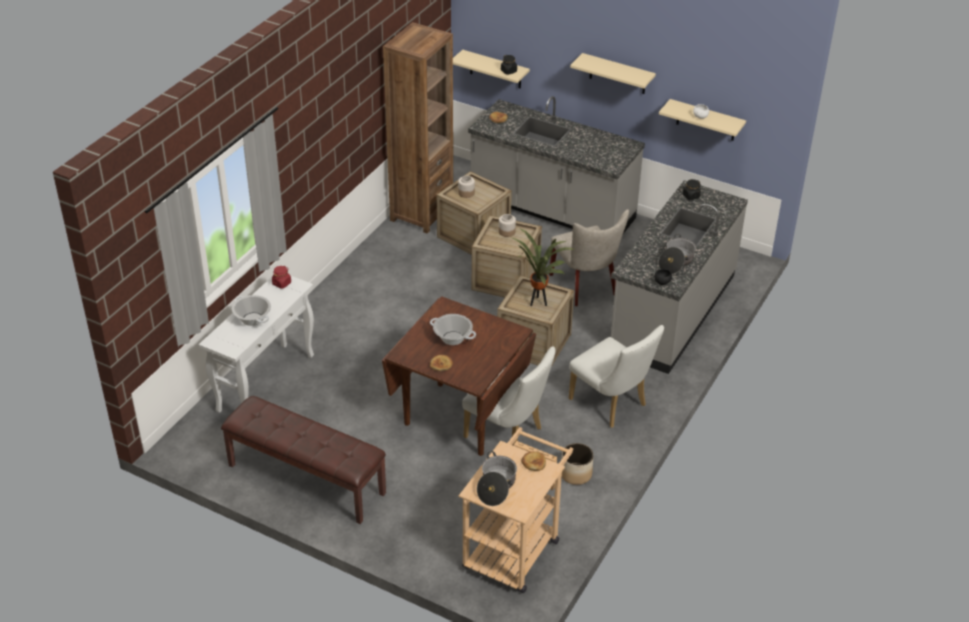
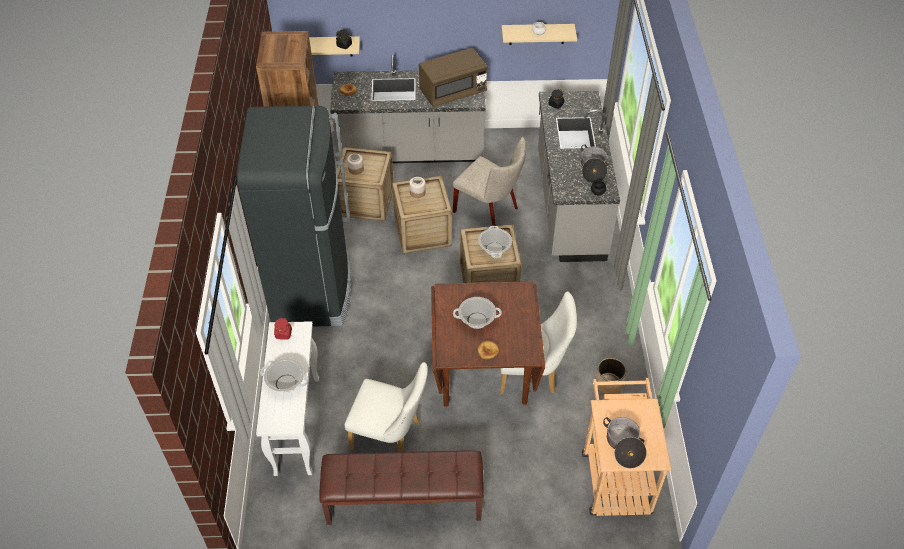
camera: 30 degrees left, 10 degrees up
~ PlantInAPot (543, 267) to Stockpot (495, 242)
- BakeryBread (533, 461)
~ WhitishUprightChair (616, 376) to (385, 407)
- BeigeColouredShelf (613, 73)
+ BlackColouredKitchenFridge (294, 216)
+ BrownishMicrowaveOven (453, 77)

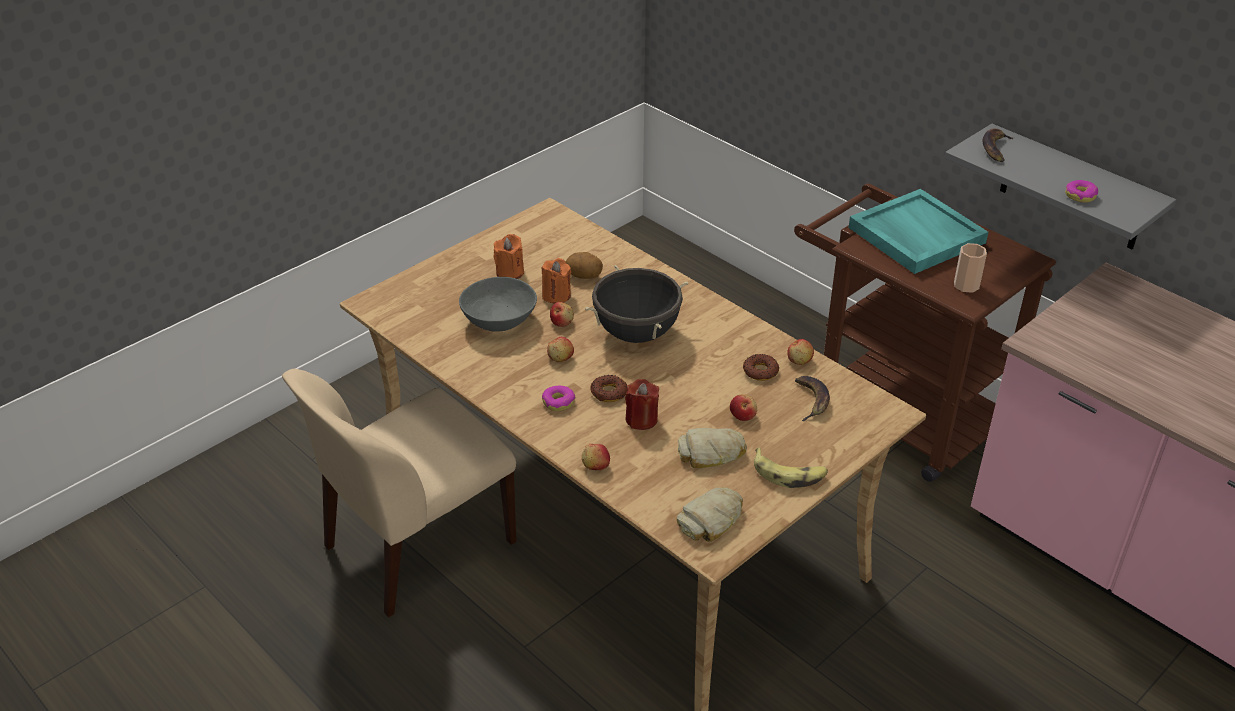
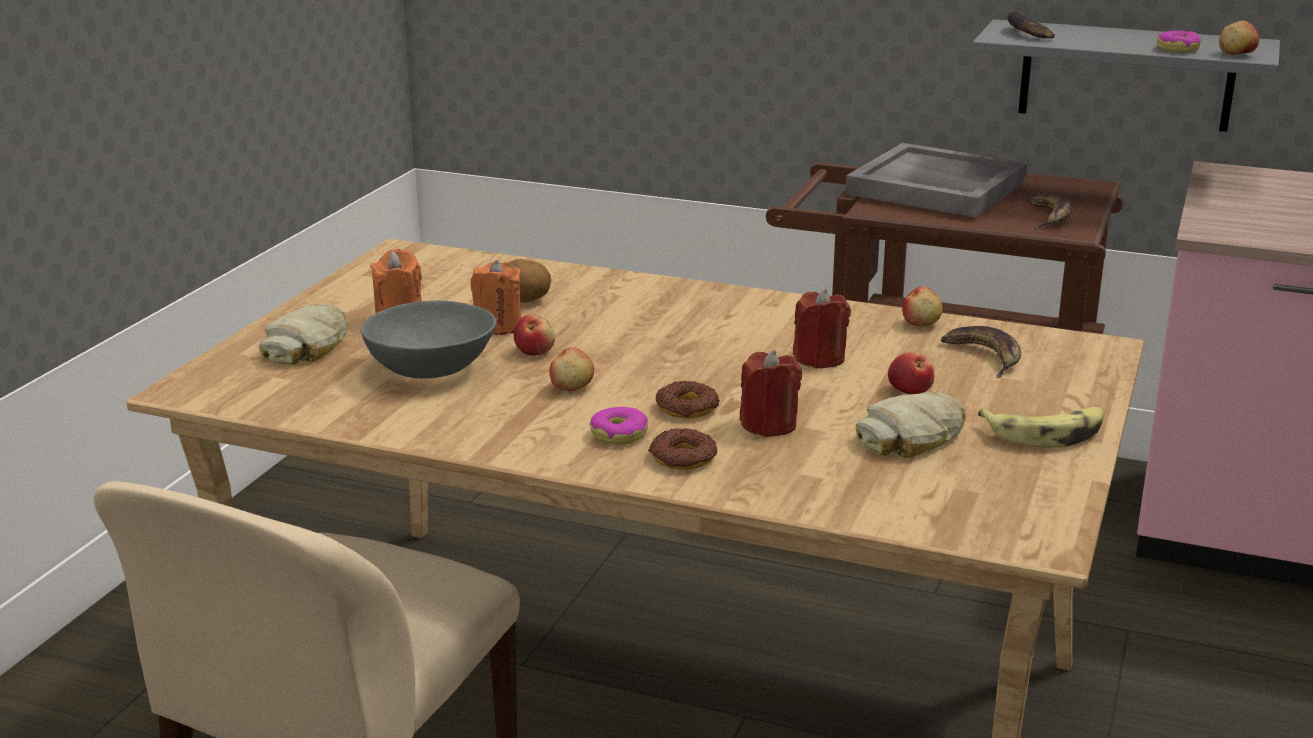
camera: 25 degrees left, 15 degrees down
~ WholeApple (596, 457) to (1239, 37)
- BlackColouredStockpot (637, 304)
~ BakeryBread (710, 514) to (303, 334)
~ RingDoughnut (761, 367) to (682, 449)
~ TurquoiseCarryingTray (918, 231) to GreyishCarryingTray (936, 180)
~ Cup (970, 268) to Banana (1050, 211)
+ RedColouredWaxLight (822, 328)

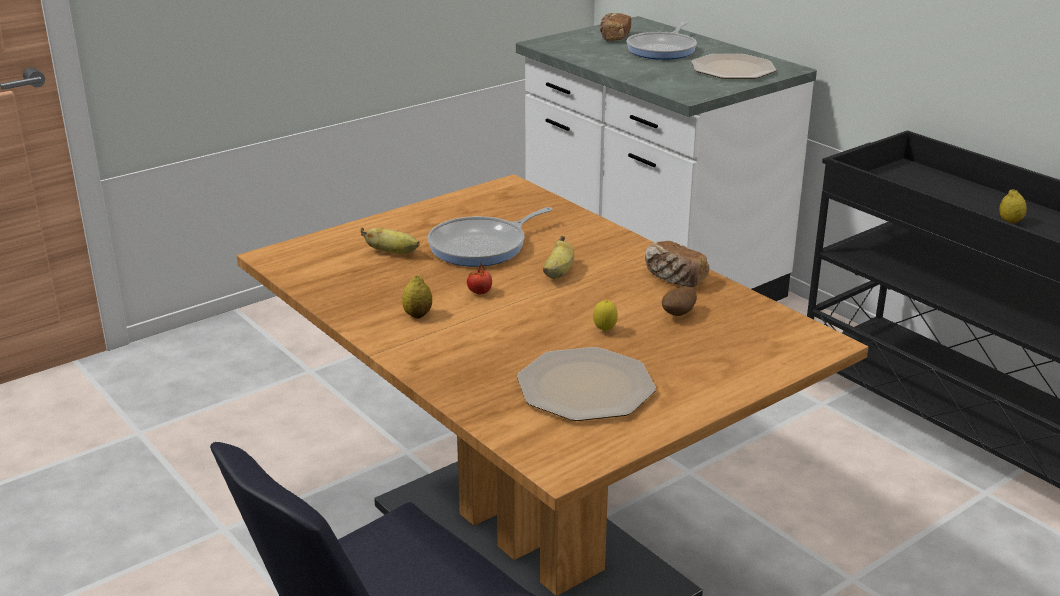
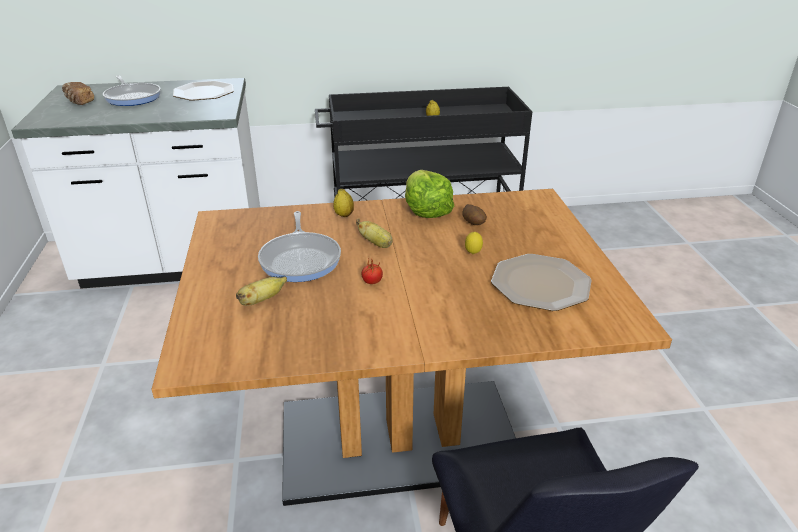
camera: 60 degrees left, 5 degrees up
~ CitrusFruit (417, 297) to (344, 203)
~ BakeryBread (677, 264) to HeadOfLettuce (429, 194)

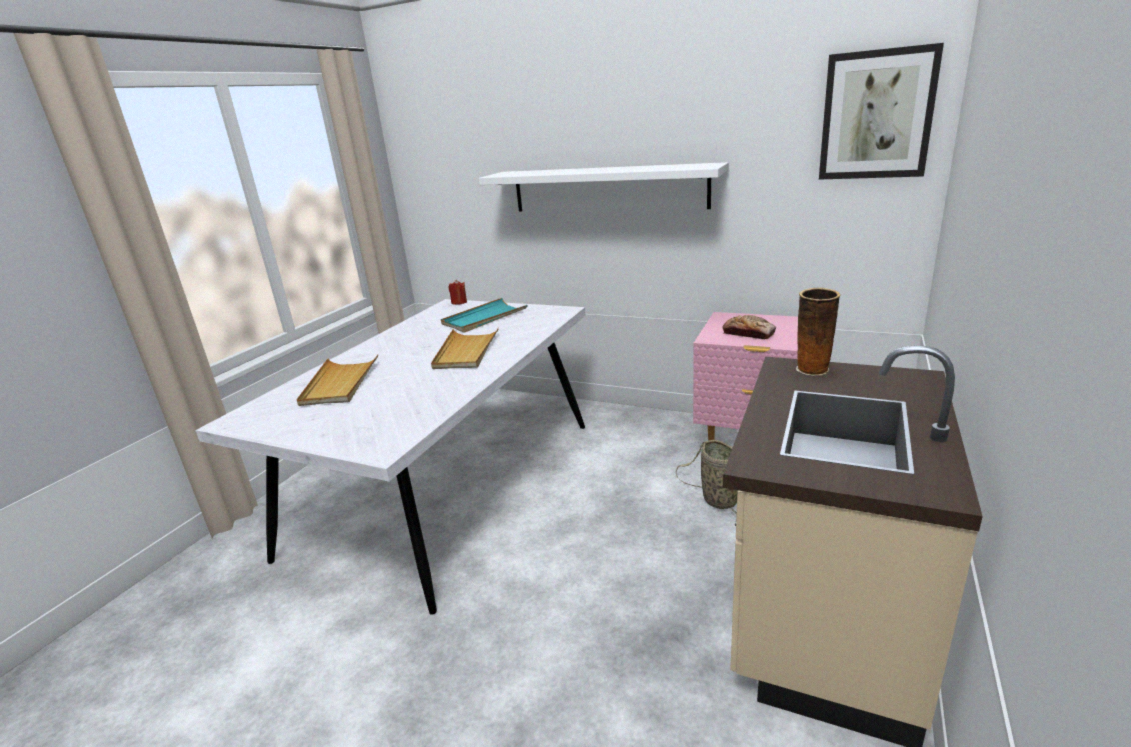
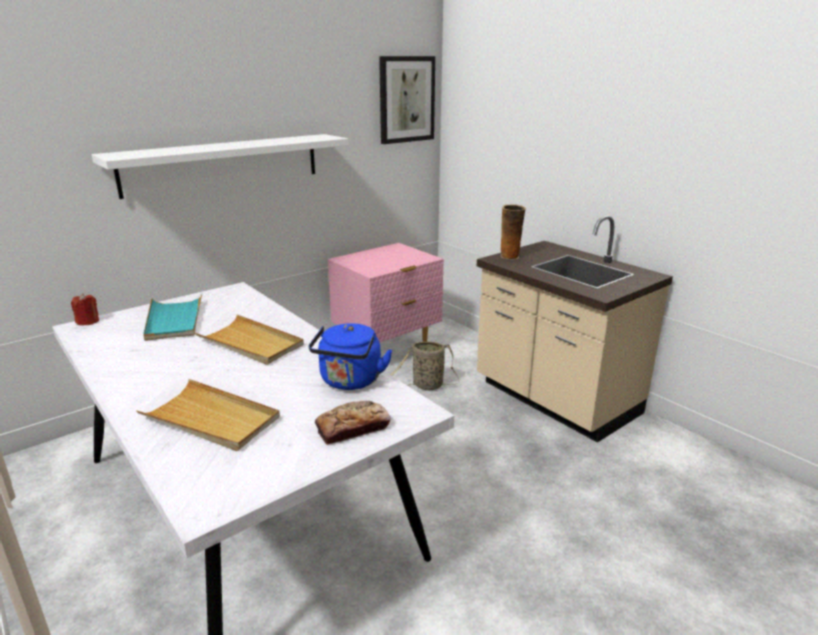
camera: 65 degrees left, 0 degrees up
~ BakeryBread (749, 327) to (353, 423)
+ BlueColouredTeaKettle (351, 356)

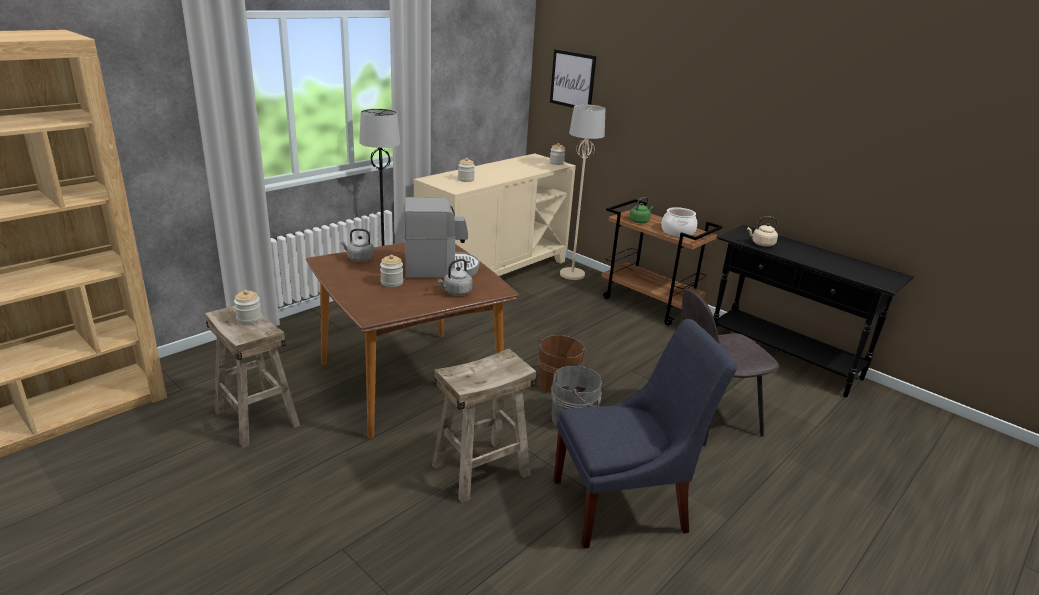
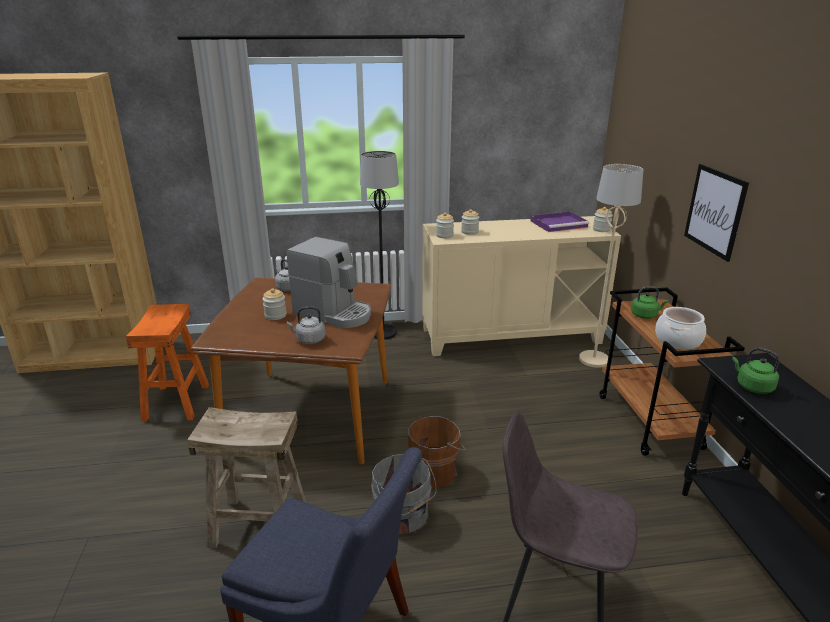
camera: 40 degrees right, 0 degrees up
~ BeigeColouredStoolSeat (252, 376) to OrangeyStoolSeat (167, 363)
~ PreserveJar (248, 307) to (445, 225)
~ Picture (573, 78) to (716, 213)
~ BeigeColouredTeaKettle (762, 231) to GreenTeaKettle (756, 371)
+ PurpleColouredCarryingTray (559, 221)

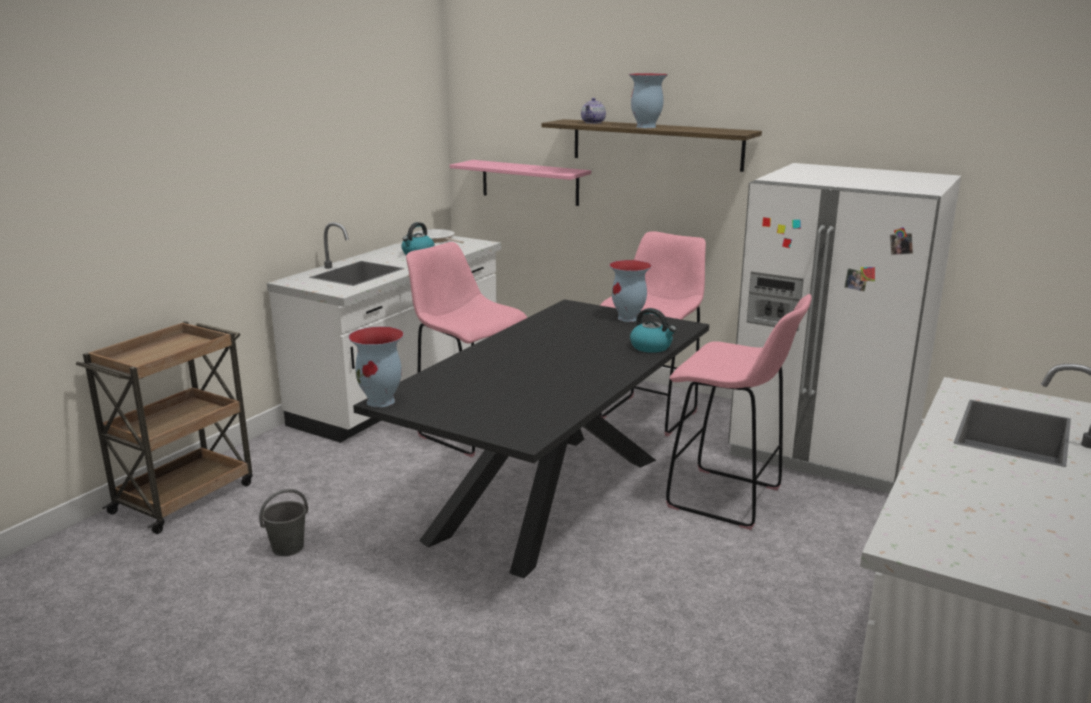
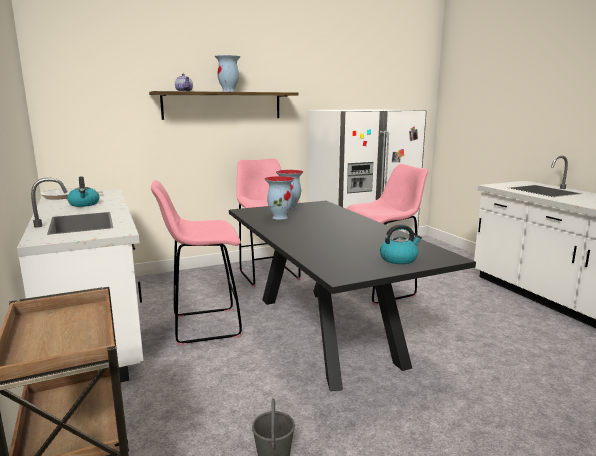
camera: 55 degrees left, 5 degrees down
~ Vase (376, 367) to (280, 198)
- PinkishShelf (520, 183)
~ TeaKettle (653, 330) to (401, 244)

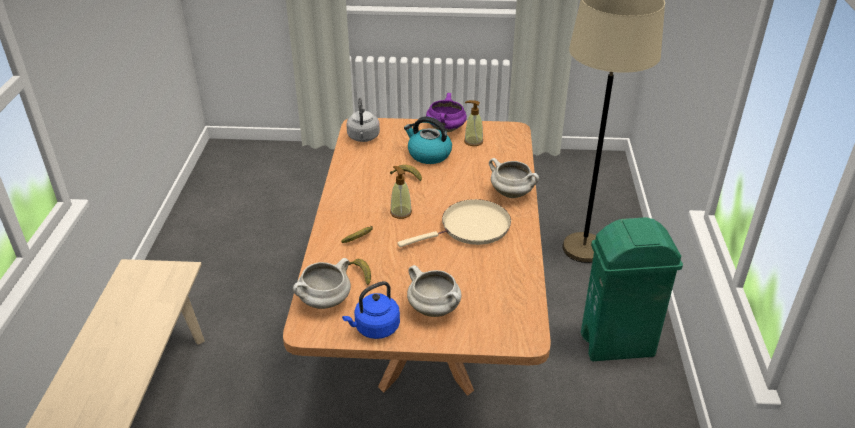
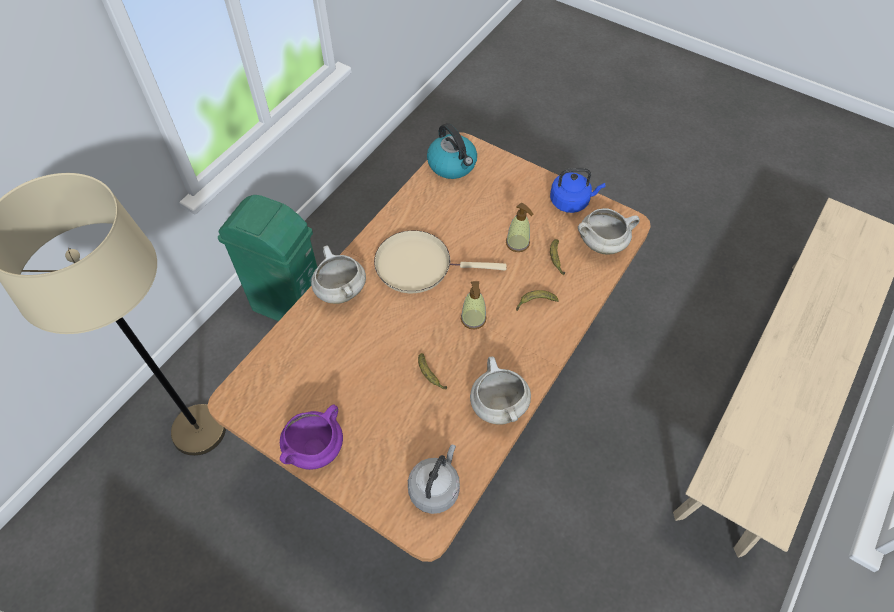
camera: 150 degrees left, 20 degrees up
~ TeaKettle (428, 140) to (452, 151)
~ WhitishStockpot (434, 291) to (500, 390)
~ SoapBottle (473, 123) to (519, 227)

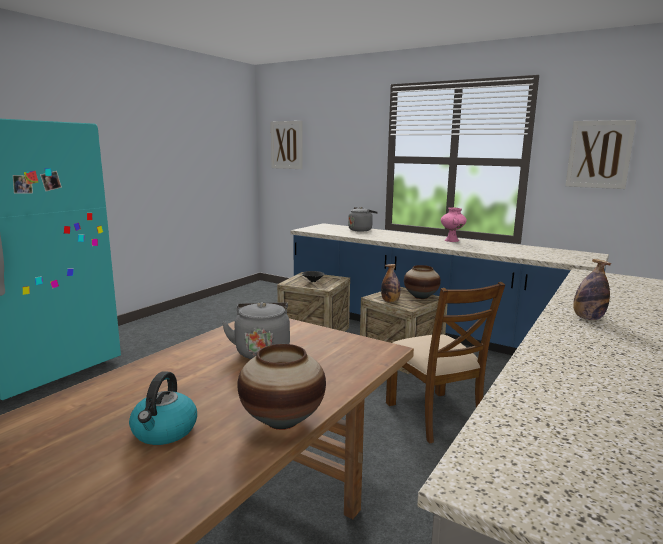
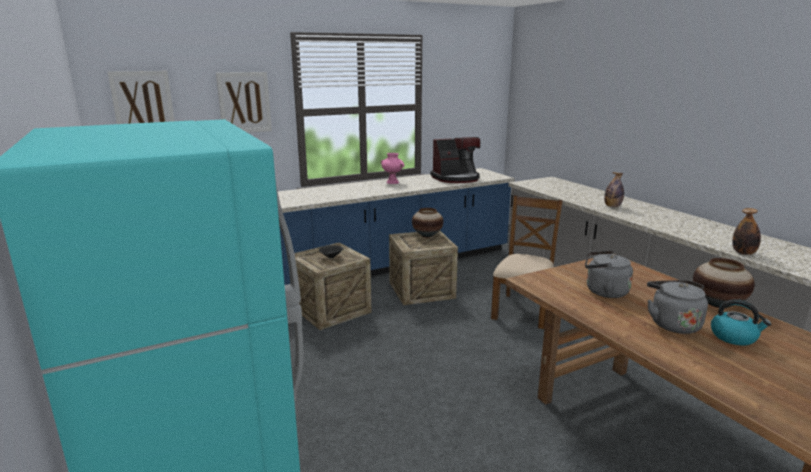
camera: 60 degrees left, 5 degrees up
~ GreyishTeaKettle (363, 219) to (677, 307)
~ DrinkBottle (391, 283) to (746, 231)
~ BrownishUprightChair (445, 362) = (527, 262) 75 degrees counterclockwise
~ Picture (600, 154) to (244, 102)
+ CoffeeMachine (455, 160)

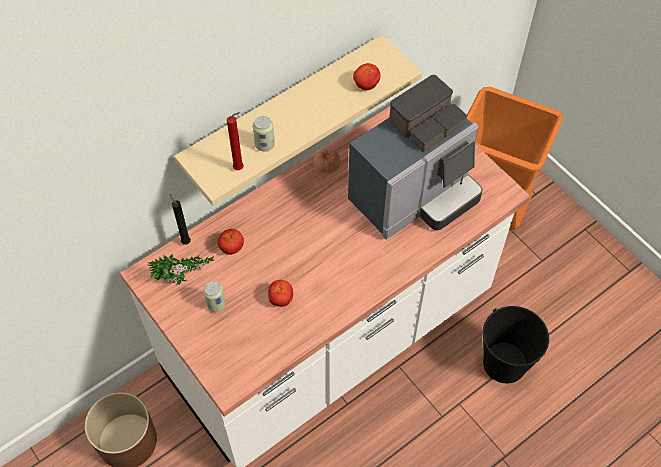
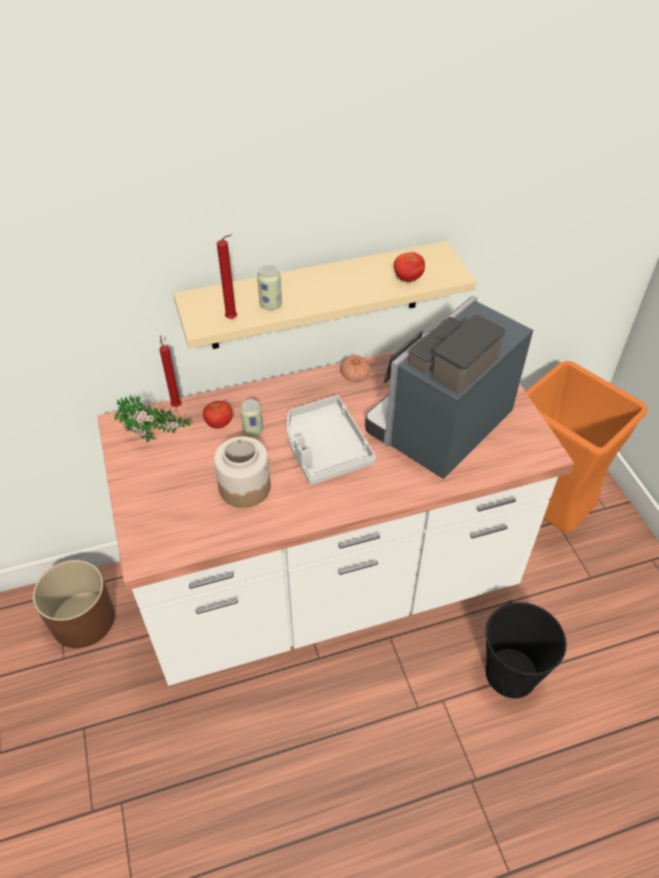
camera: 20 degrees right, 10 degrees down
~ BlackColouredWaxLight (180, 219) to RedColouredWaxLight (170, 371)
~ MetalCan (214, 296) to (251, 418)
~ Tomato (280, 293) to PreserveJar (242, 472)
~ CoffeeMachine (415, 157) = (449, 387) 150 degrees clockwise
+ GreyishCarryingTray (331, 440)

